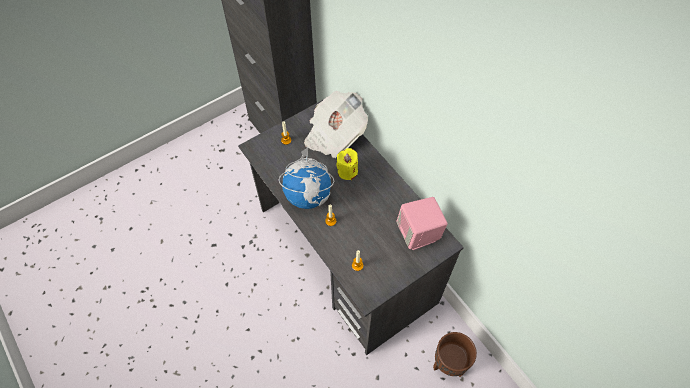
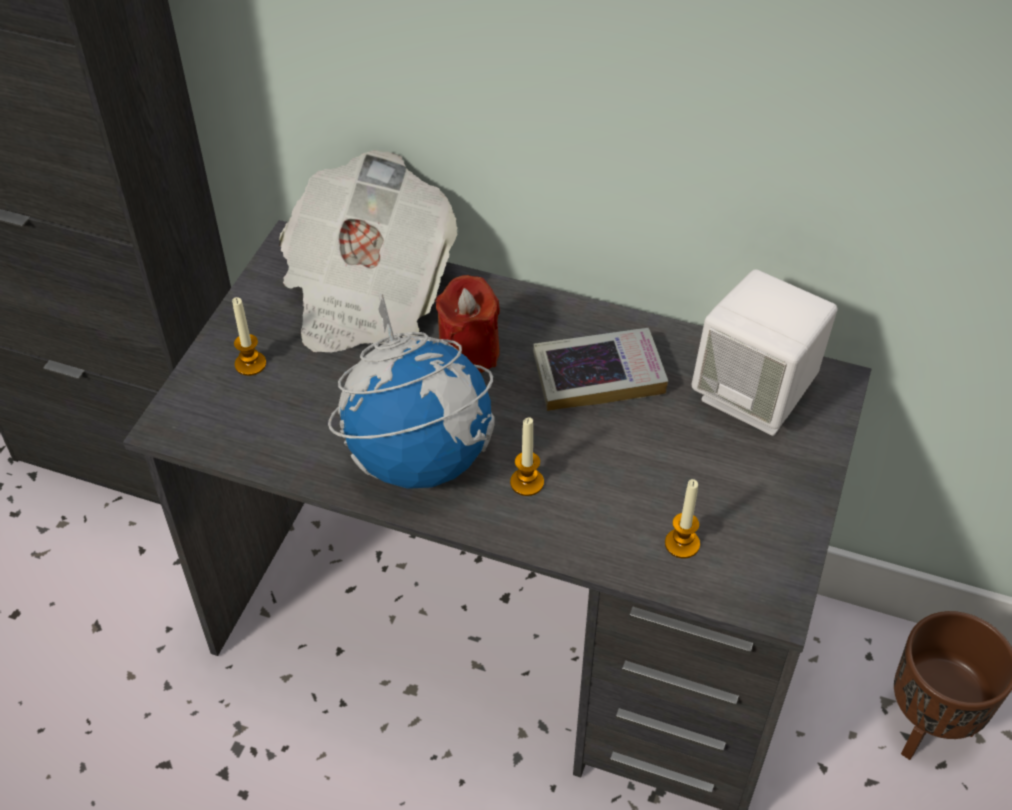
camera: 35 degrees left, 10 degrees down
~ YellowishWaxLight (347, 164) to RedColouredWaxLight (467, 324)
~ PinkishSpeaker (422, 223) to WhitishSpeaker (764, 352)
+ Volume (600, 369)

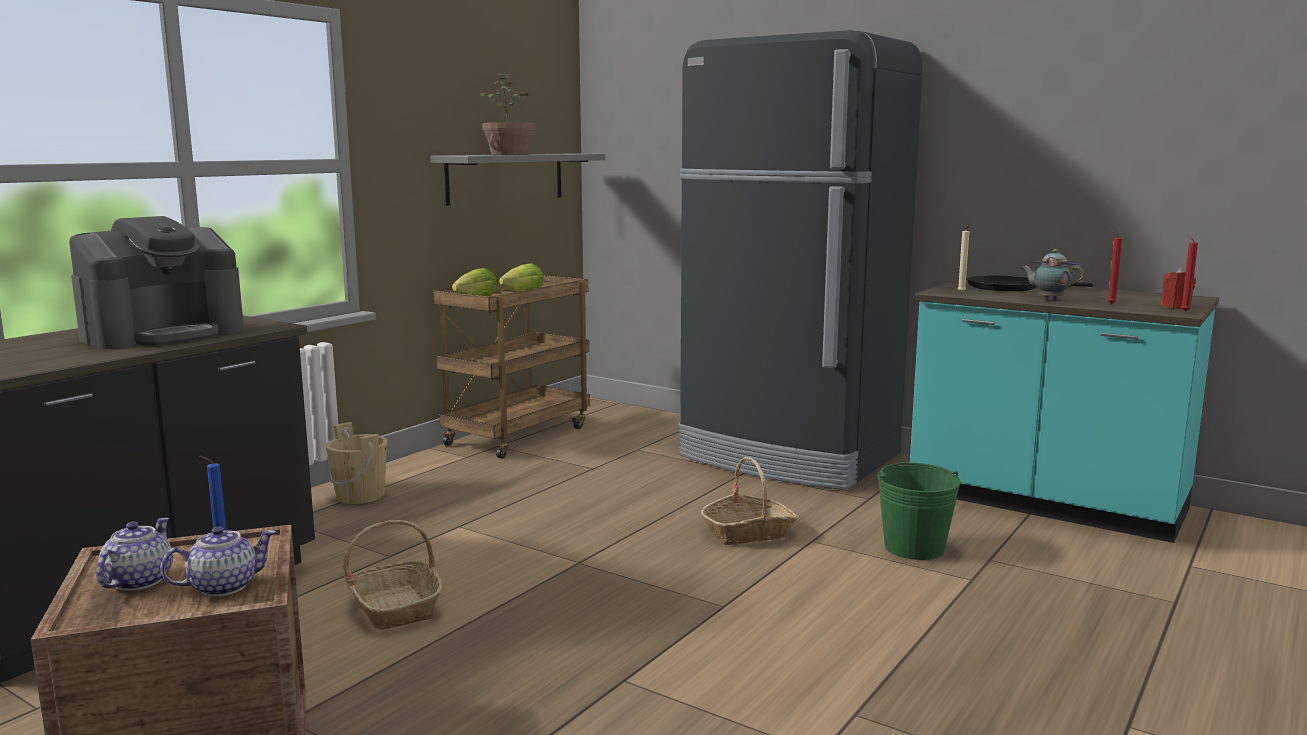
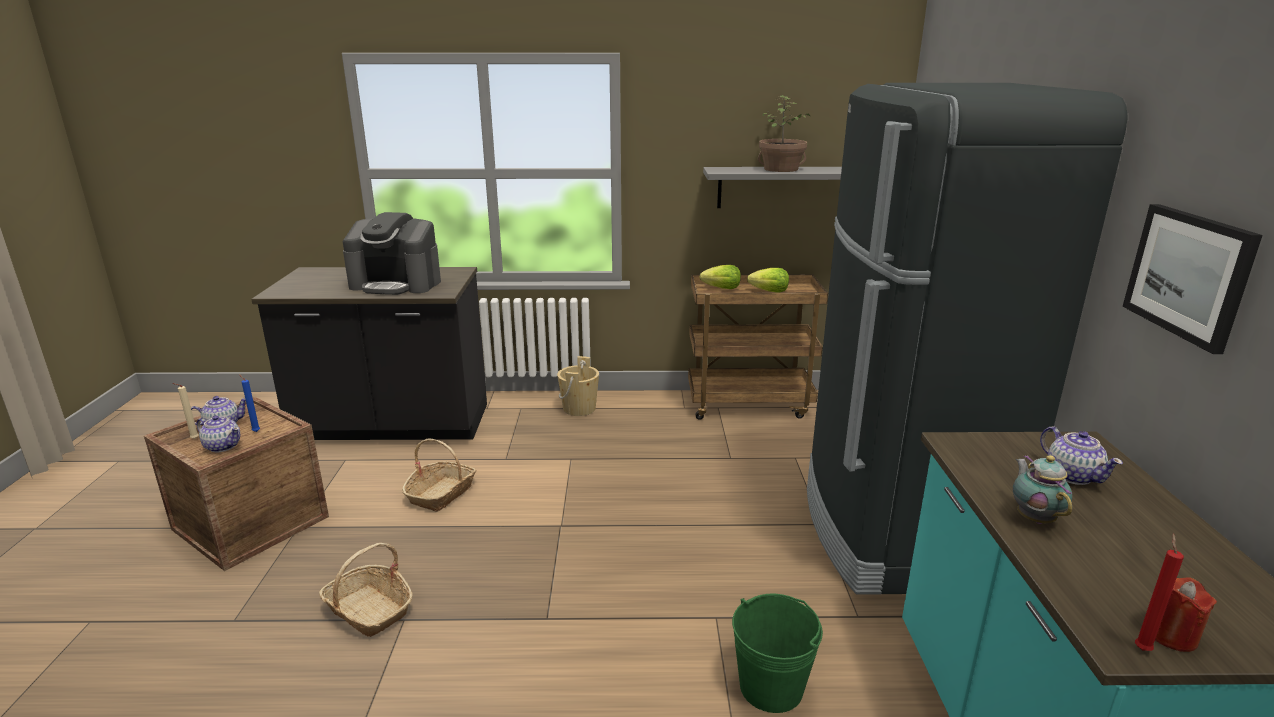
camera: 55 degrees right, 10 degrees up
~ StorageBasket (749, 501) to (366, 590)
~ BeigeColouredWaxLight (963, 259) to (185, 411)
~ BlackColouredSkillet (1030, 283) to Teapot (1081, 455)
- RedColouredWaxLight (1114, 267)
+ Picture (1192, 279)

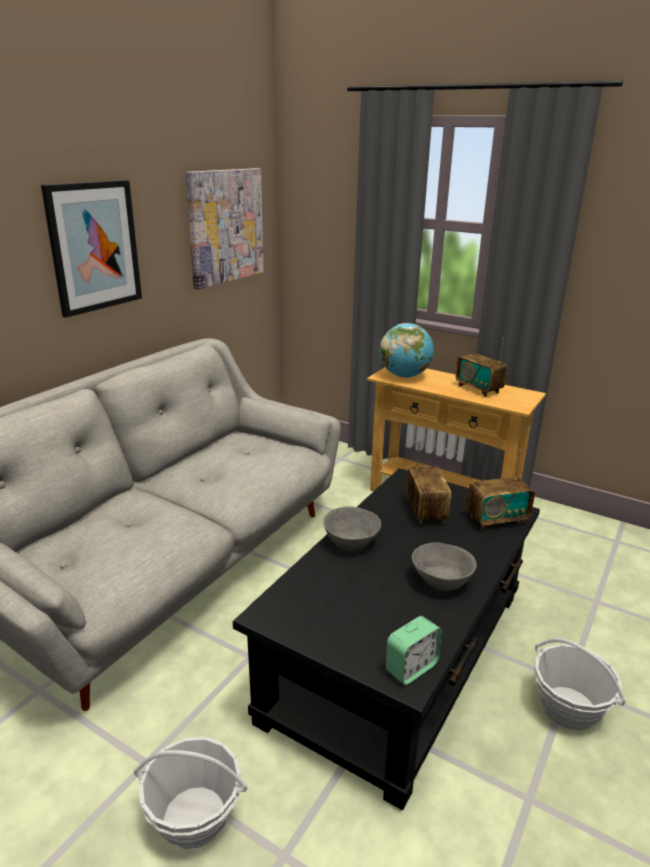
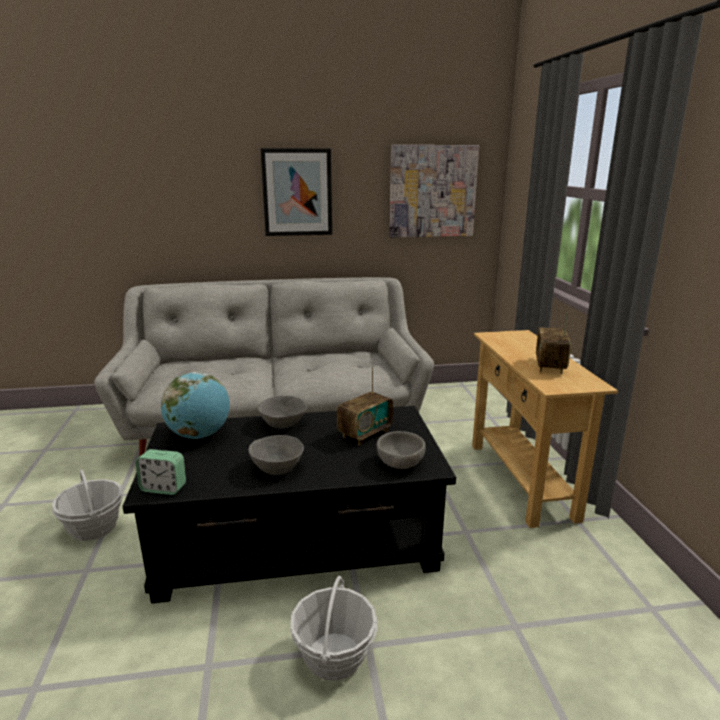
camera: 50 degrees right, 5 degrees down
~ DeskGlobe (407, 350) to (195, 405)
~ Radio (500, 490) to GreyishServingBowl (401, 450)

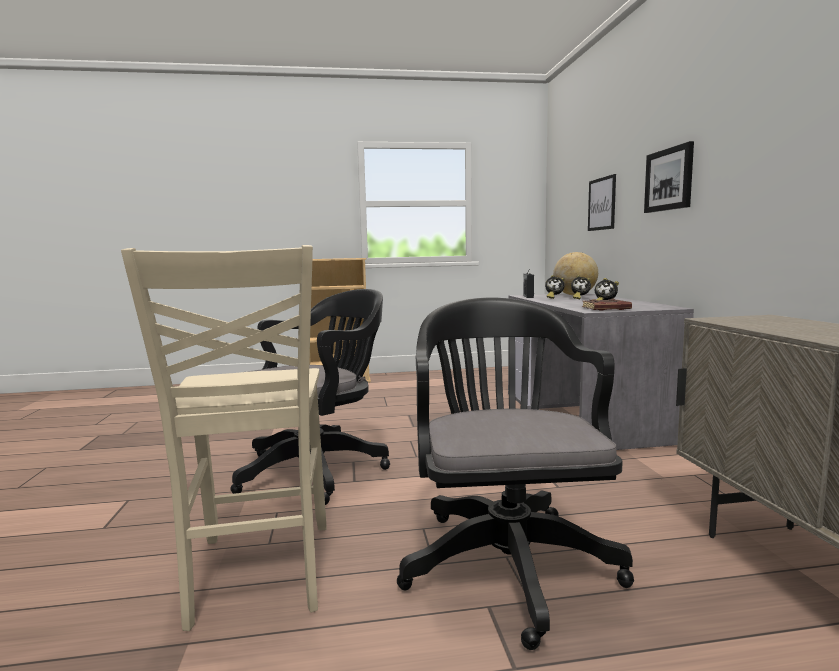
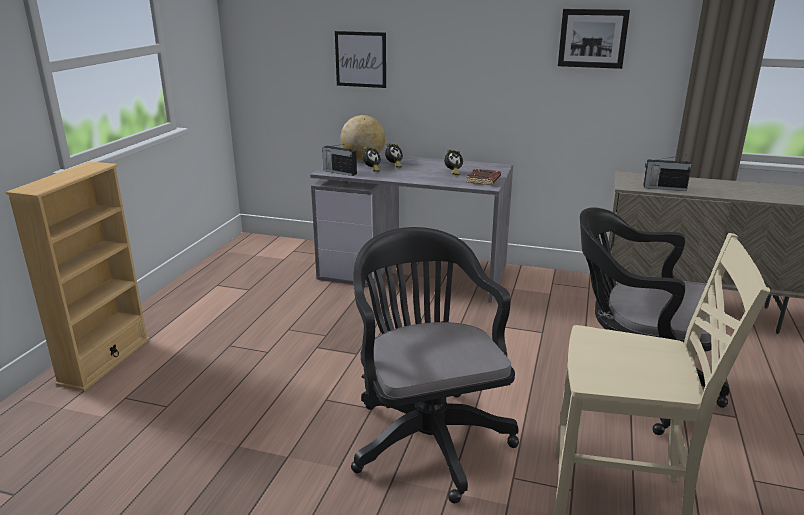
camera: 65 degrees left, 15 degrees up
~ Picture (669, 177) to (594, 39)
+ Radio (667, 173)

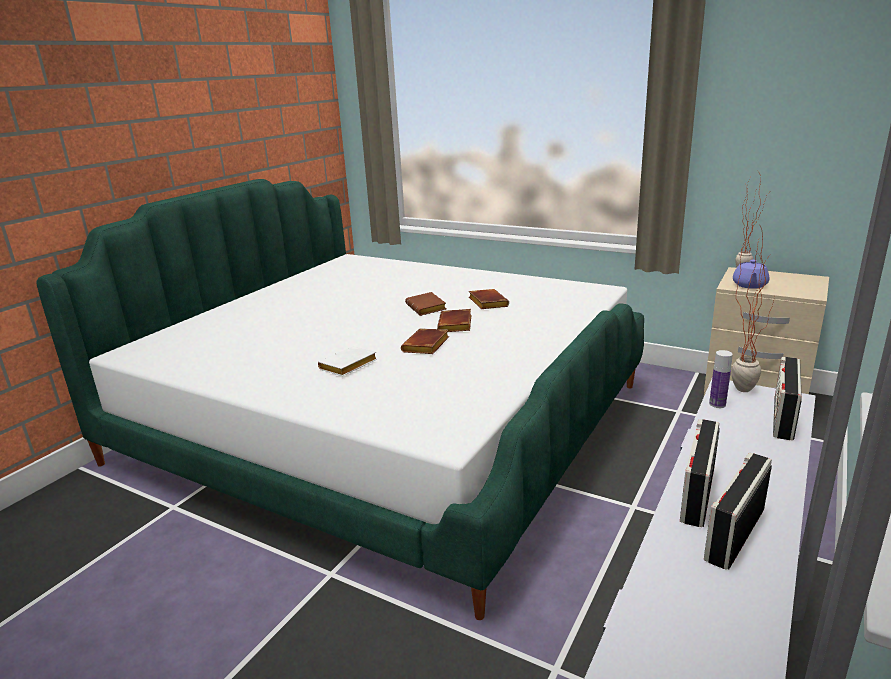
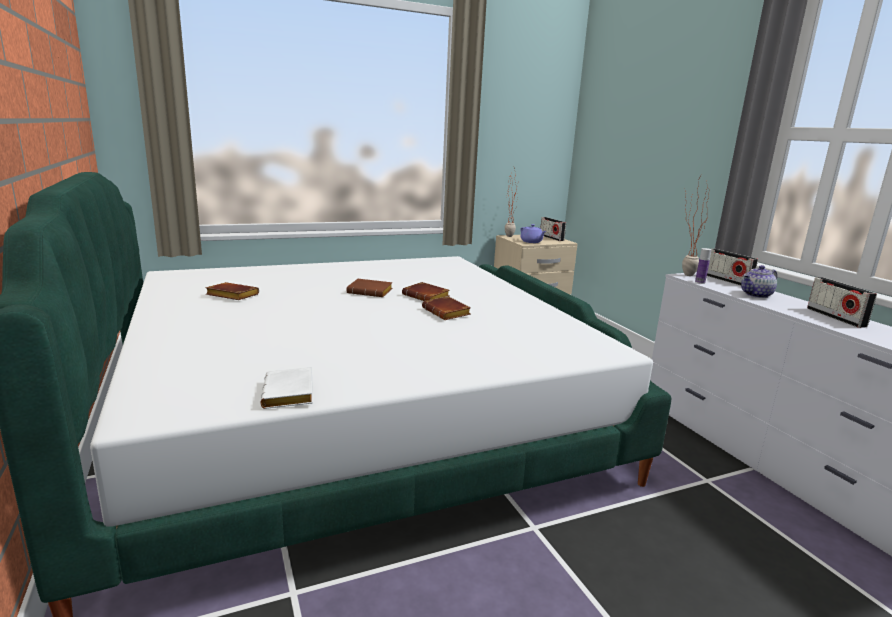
camera: 55 degrees left, 5 degrees down
~ WhitishVolume (347, 361) to (286, 388)
~ BrownishVolume (489, 299) to (232, 291)
~ Radio (700, 473) to (553, 229)
+ Teapot (759, 281)

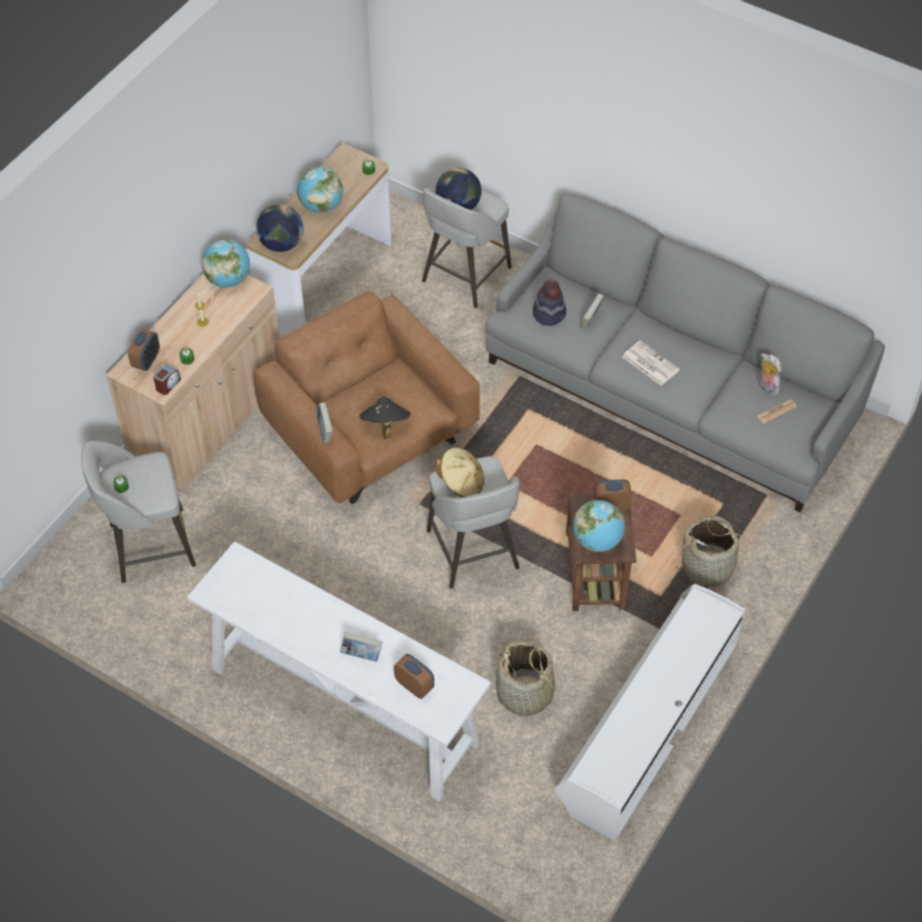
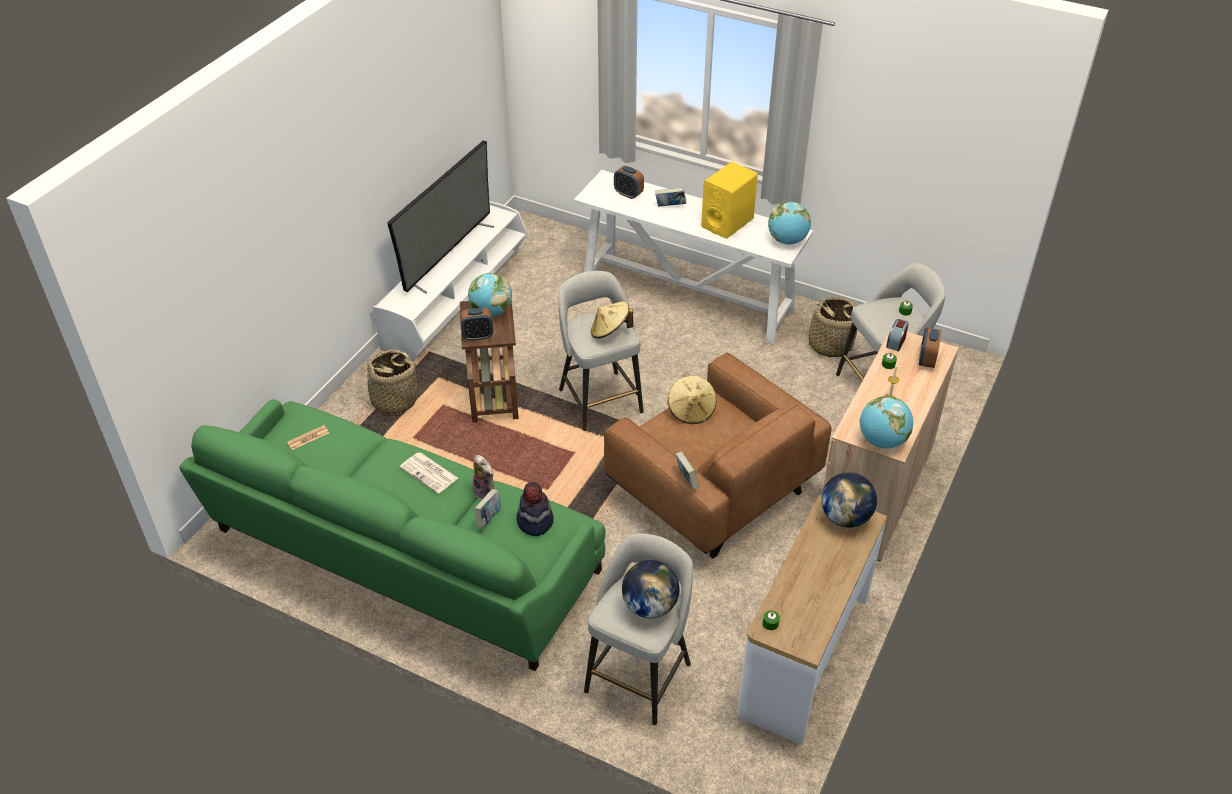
camera: 175 degrees right, 10 degrees down
~ DeskGlobe (320, 190) to (789, 223)
~ Volume (324, 422) to (687, 470)
~ BlackColouredWearableHat (385, 417) to BeigeColouredWearableHat (692, 399)
~ GreyishSettee (685, 352) to GreenSettee (393, 535)
~ StorageBasket (527, 678) to (830, 327)
~ CuddlyToy (769, 374) to (483, 477)
+ TvSet (440, 217)
+ YellowishSpeaker (729, 200)

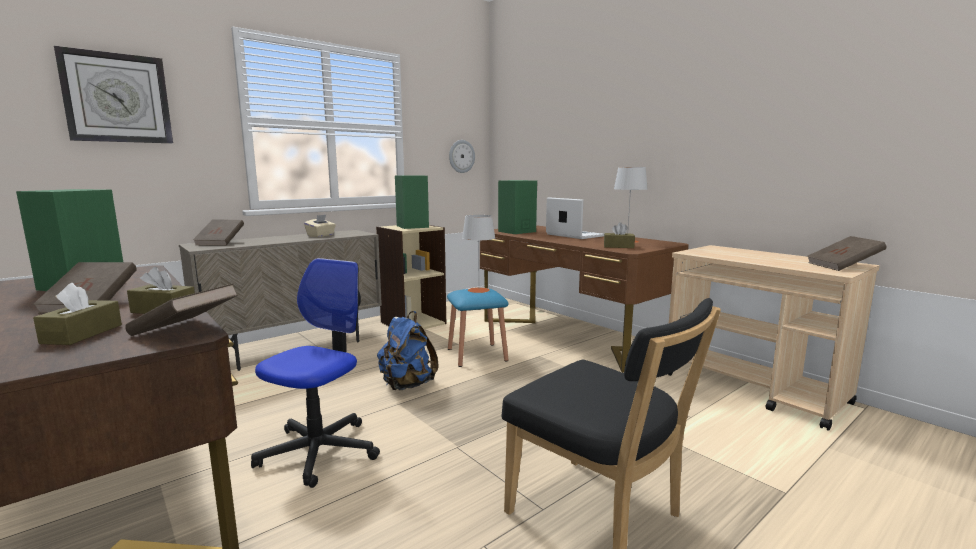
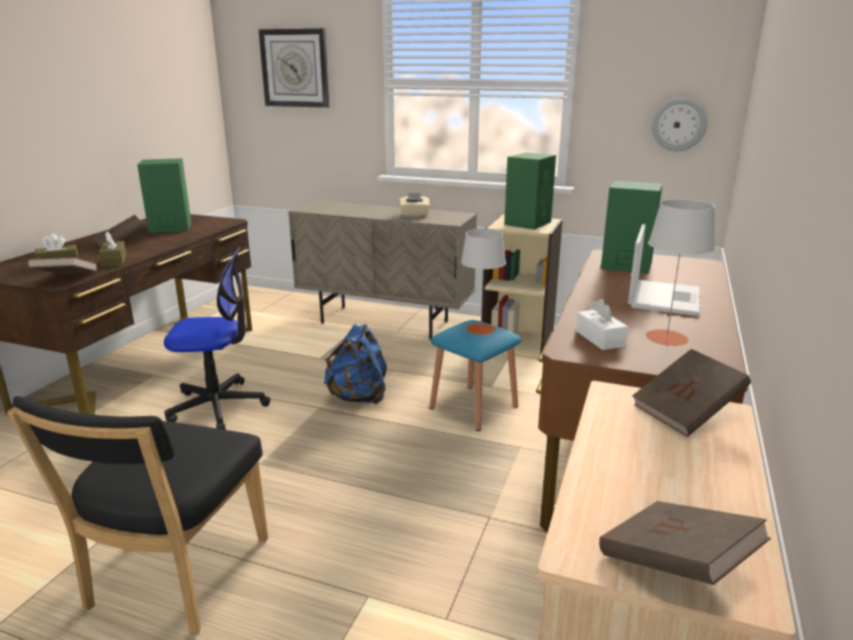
camera: 60 degrees right, 10 degrees up
~ BrownishVolume (218, 232) to (691, 393)
~ BrownishBoxOfTissues (619, 235) to WhitishBoxOfTissues (602, 324)

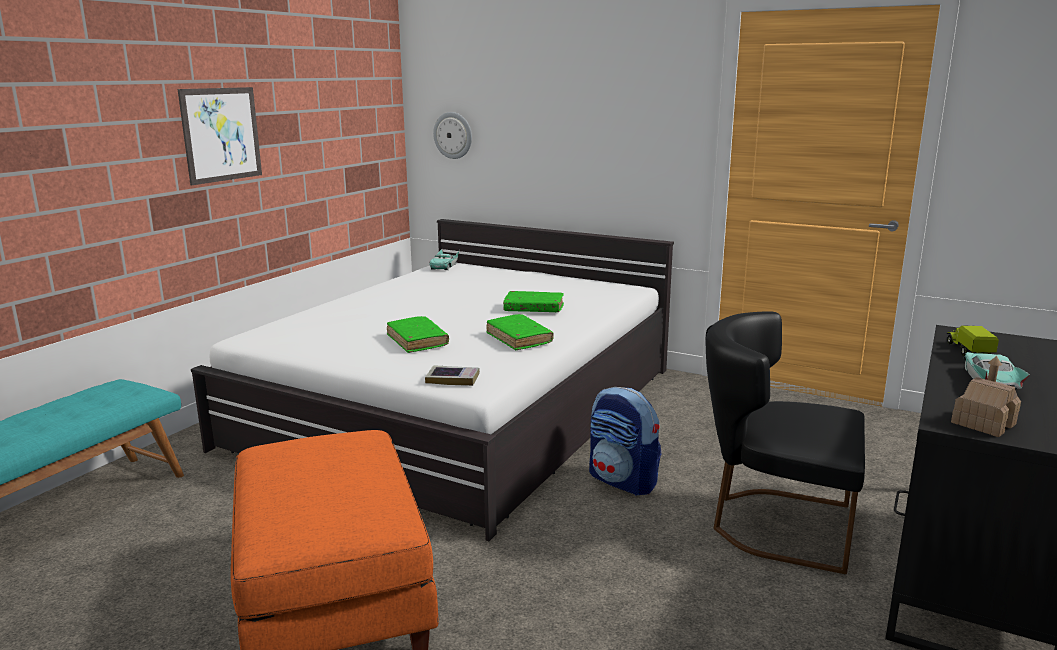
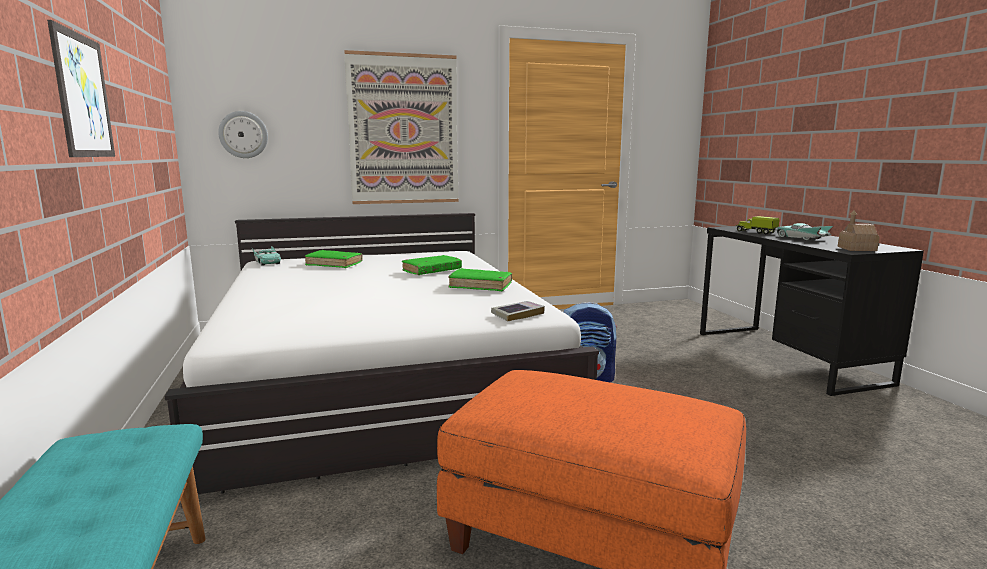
camera: 45 degrees left, 5 degrees down
~ GreenVolume (418, 334) to (334, 259)
- BlackColouredUprightChair (785, 442)
+ Picture (401, 127)

